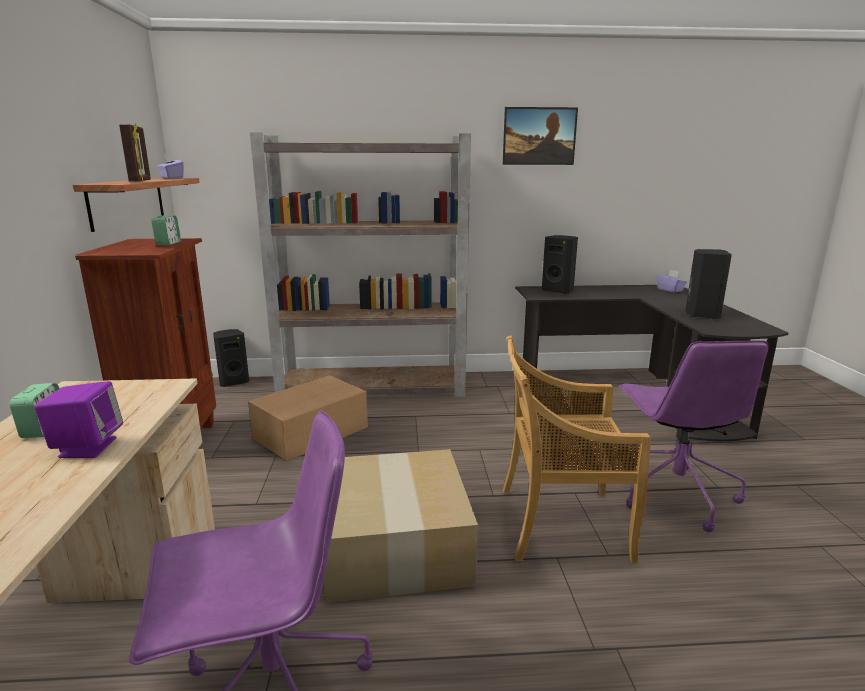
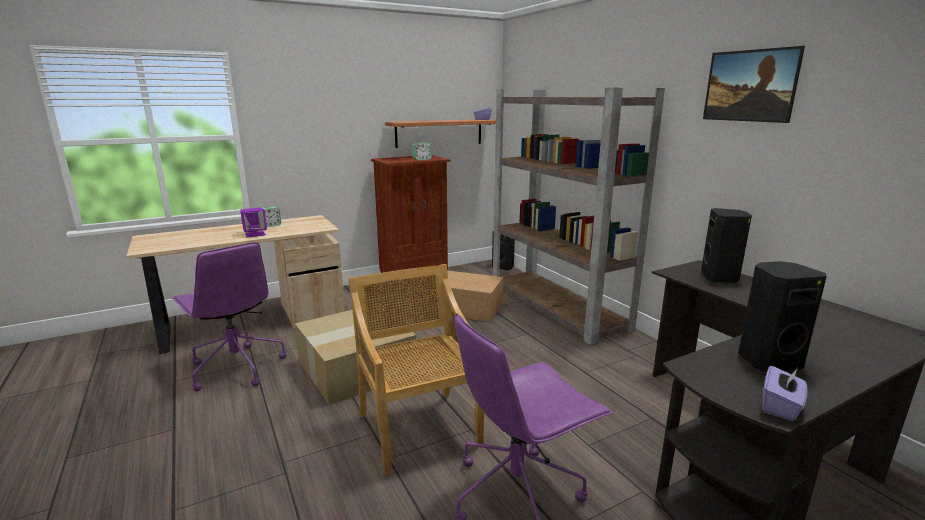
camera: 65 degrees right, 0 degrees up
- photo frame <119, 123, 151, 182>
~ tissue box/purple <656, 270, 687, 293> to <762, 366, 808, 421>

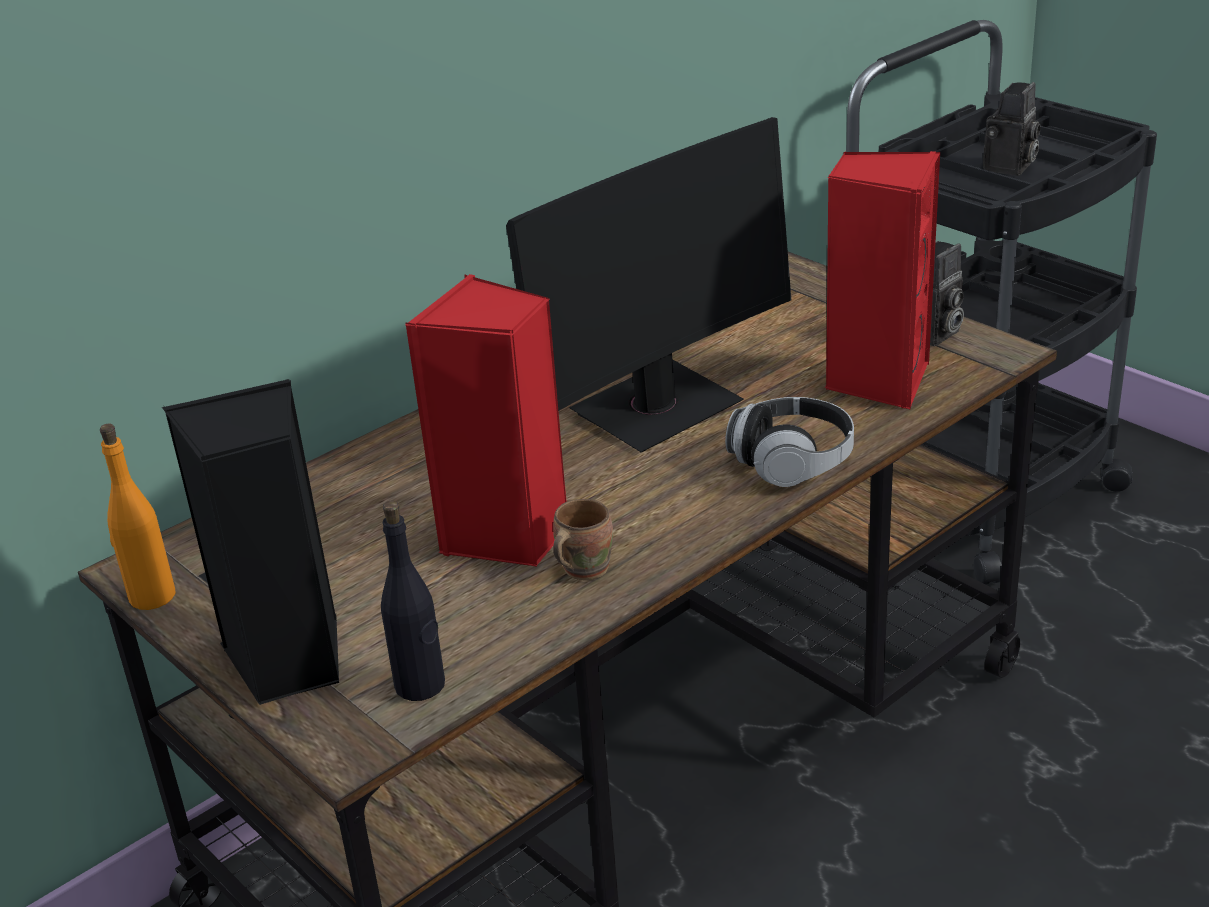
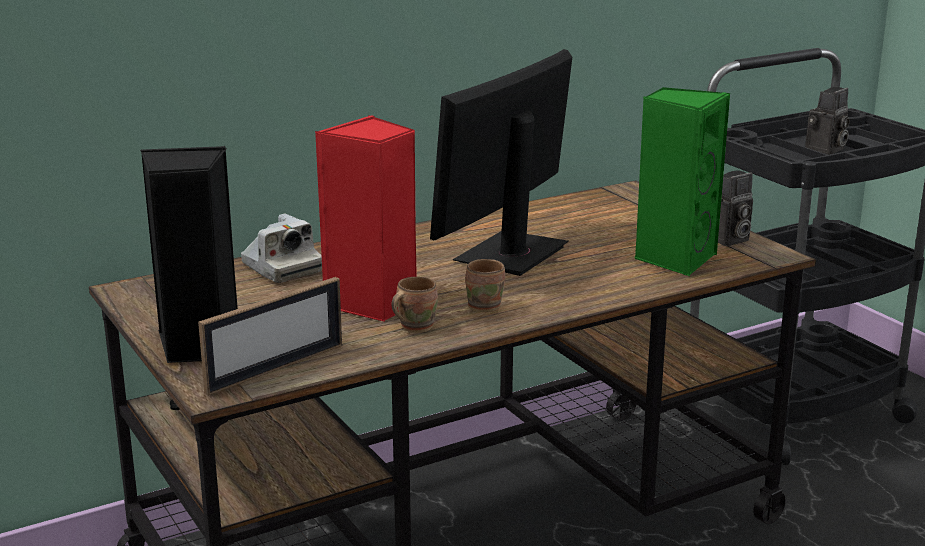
camera: 10 degrees right, 10 degrees down
- bottle/orangey <100, 424, 176, 610>
- headset <725, 397, 854, 487>
+ photo camera <241, 213, 322, 283>
+ mug/brown-coloured <465, 259, 505, 312>
~ bottle/black <381, 501, 445, 701> to photo frame <198, 277, 342, 396>
~ loudspeaker/reddish <825, 151, 940, 410> to loudspeaker/greenish <635, 87, 730, 276>
~ computer screen <506, 117, 791, 453> = <430, 49, 572, 276> 150 degrees clockwise

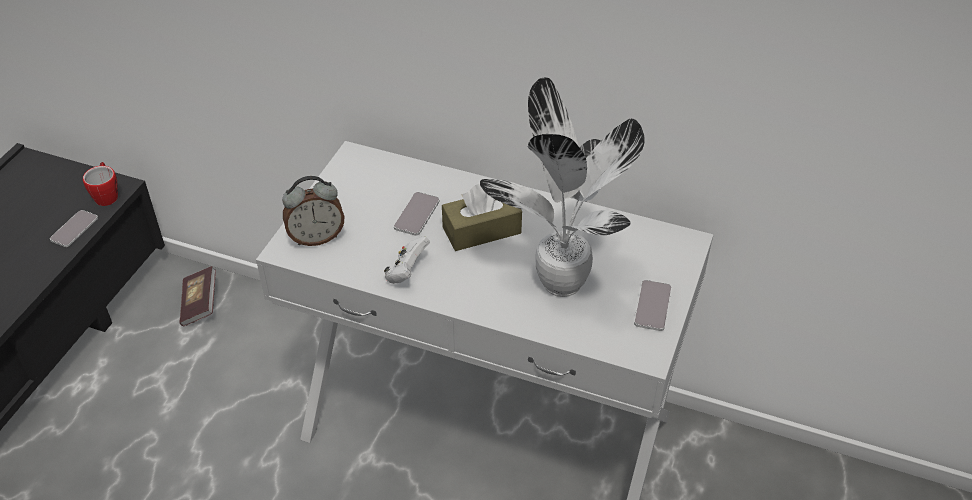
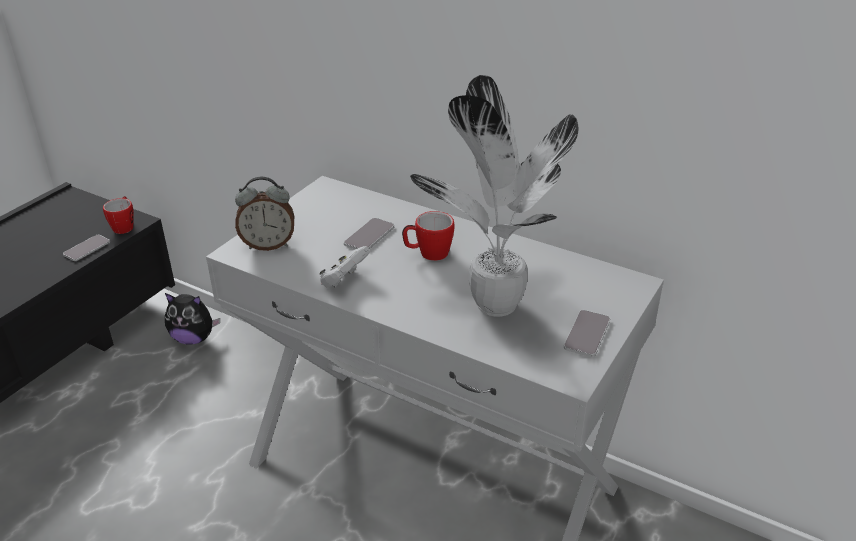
camera: 10 degrees right, 10 degrees down
~ volume <179, 266, 216, 327> to plush toy <165, 293, 220, 344>
~ tissue box/brown-coloured <442, 183, 522, 251> to mug <402, 211, 454, 261>

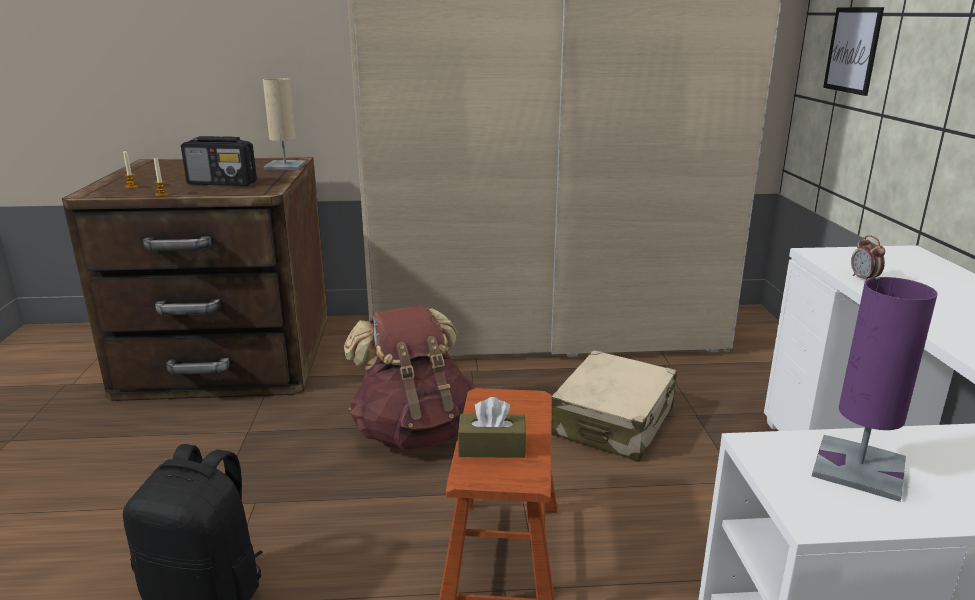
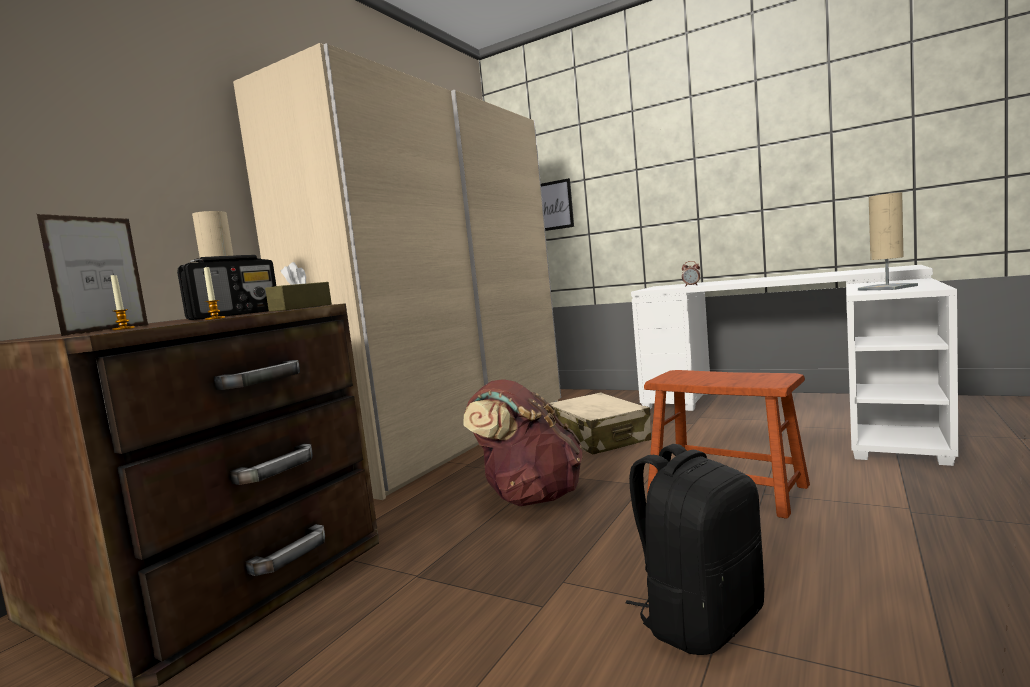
camera: 55 degrees left, 15 degrees down
+ photo frame <37, 214, 148, 336>
~ tissue box/brown-coloured <458, 397, 526, 458> to <265, 262, 332, 312>
~ lamp for a table/purple <812, 277, 938, 502> to lamp for a table/sand-coloured <858, 192, 918, 291>

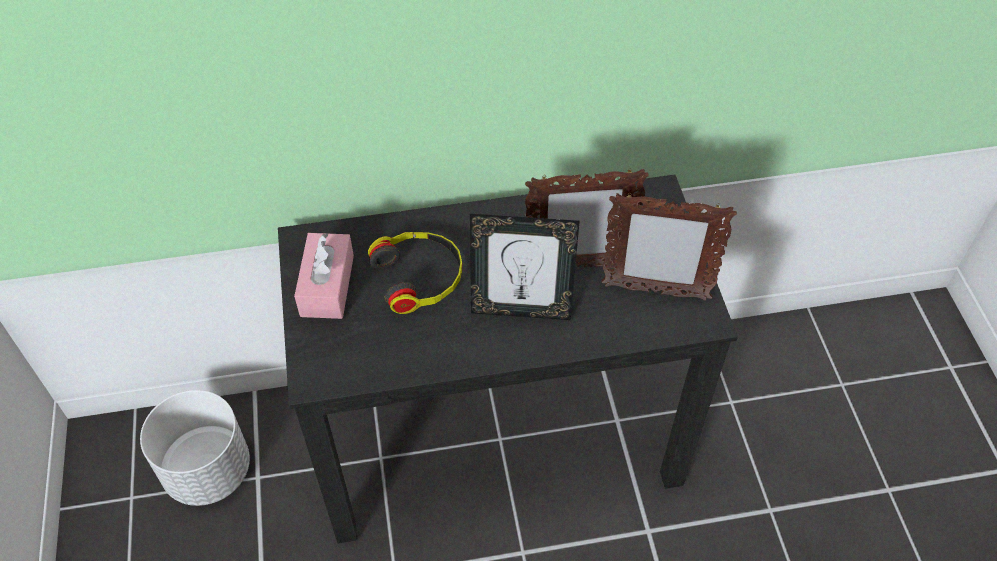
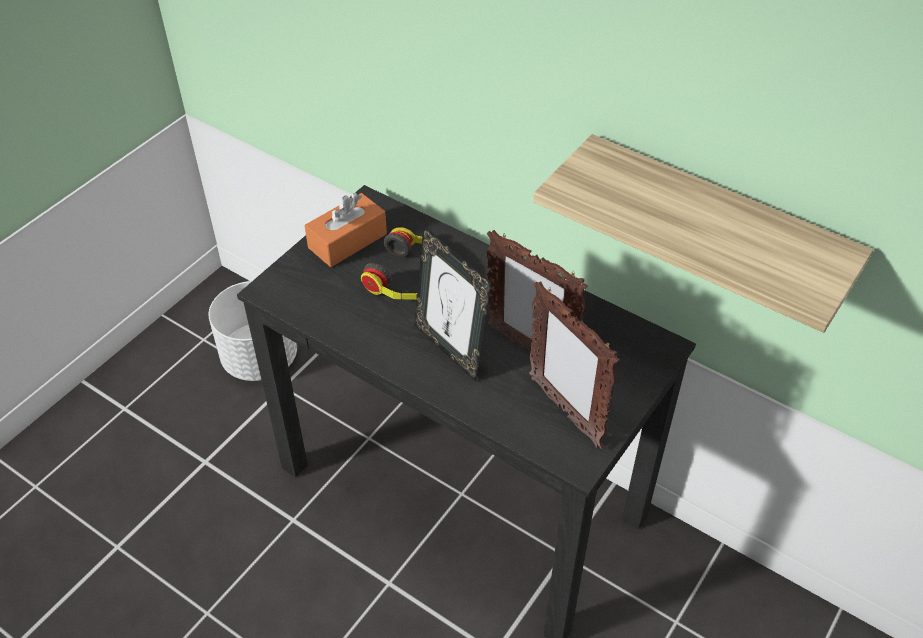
camera: 45 degrees right, 5 degrees down
+ shelf <533, 134, 873, 333>
~ tissue box/pink-coloured <294, 233, 354, 319> to tissue box/orangey <305, 193, 387, 267>

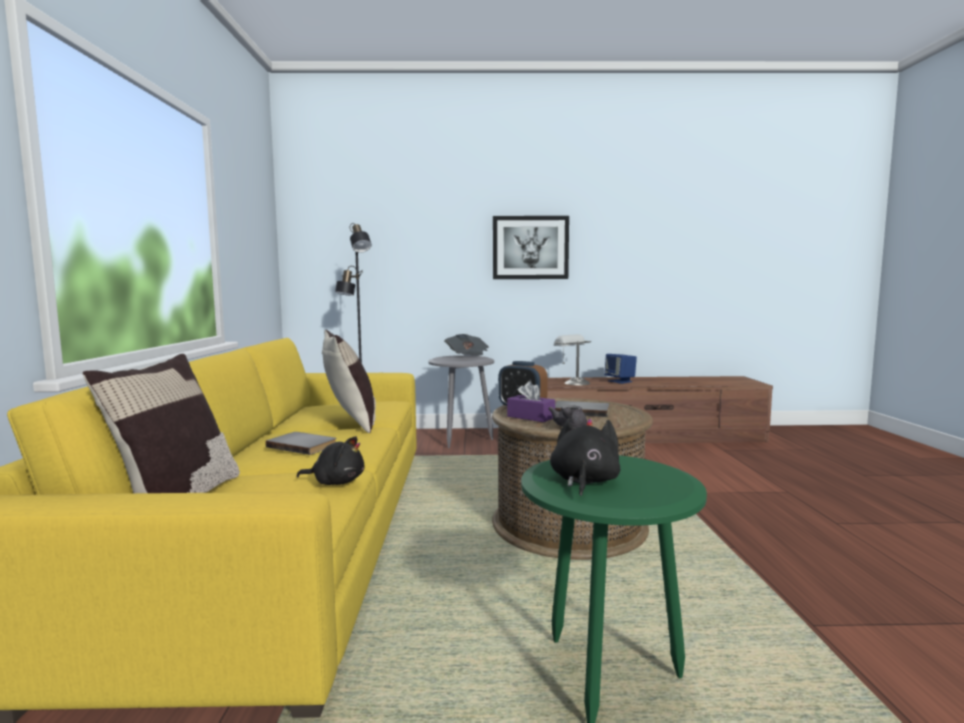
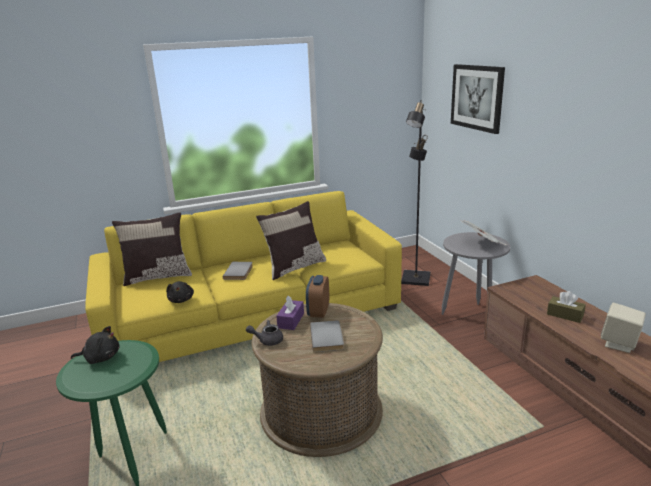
camera: 70 degrees right, 15 degrees up
~ wall picture <493, 216, 569, 279> to <451, 64, 505, 134>
~ lamp for a table/whitish <553, 334, 591, 386> to tissue box/brown-coloured <547, 291, 586, 323>
~ loudspeaker/bluish <604, 354, 637, 384> to loudspeaker/sand-coloured <601, 303, 646, 353>

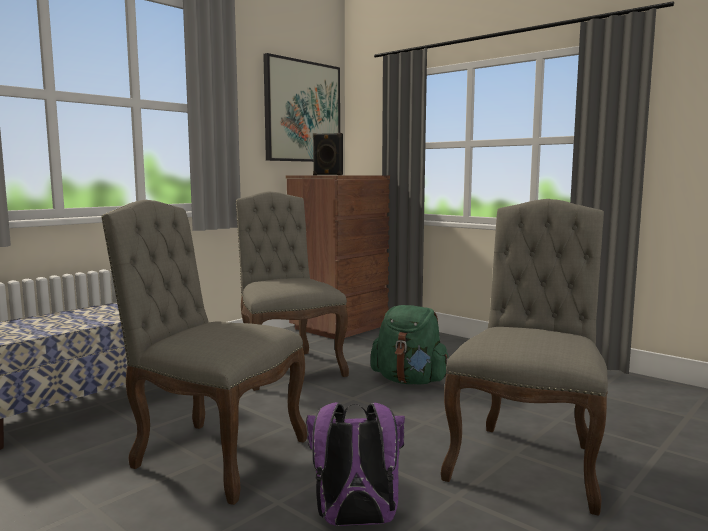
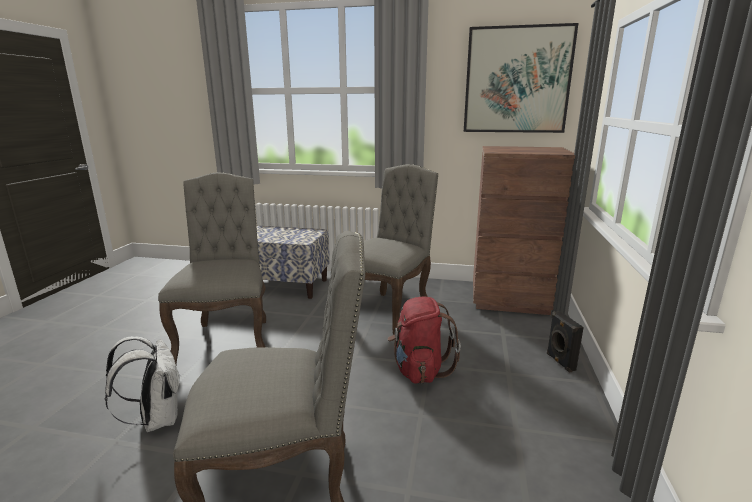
camera: 60 degrees right, 10 degrees up
~ loudspeaker/black <313, 133, 343, 175> to <547, 311, 584, 373>
~ rucksack/purple <306, 402, 405, 526> to rucksack/whitish <105, 336, 180, 432>
~ rucksack/greenish <371, 305, 448, 385> to rucksack/reddish <388, 296, 461, 384>

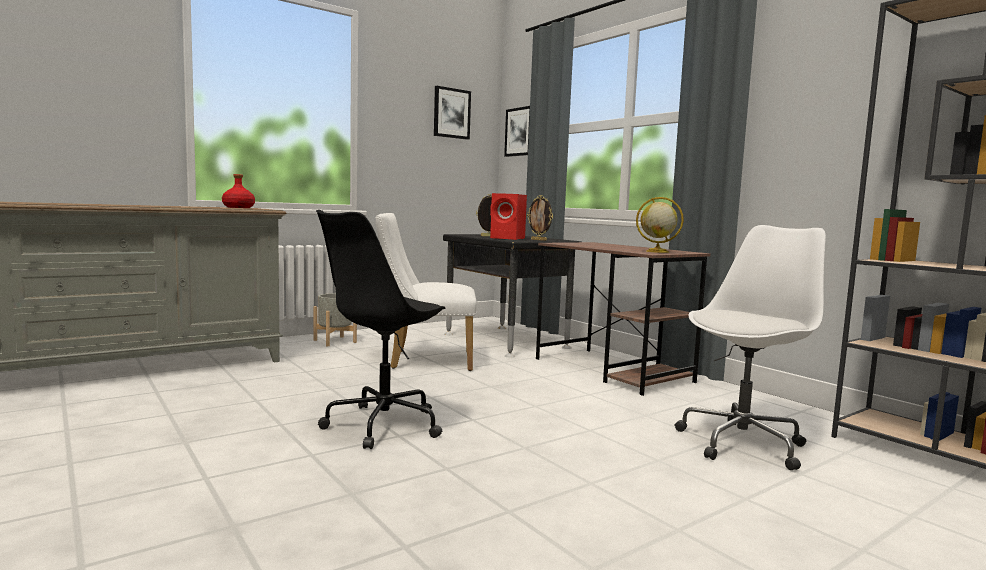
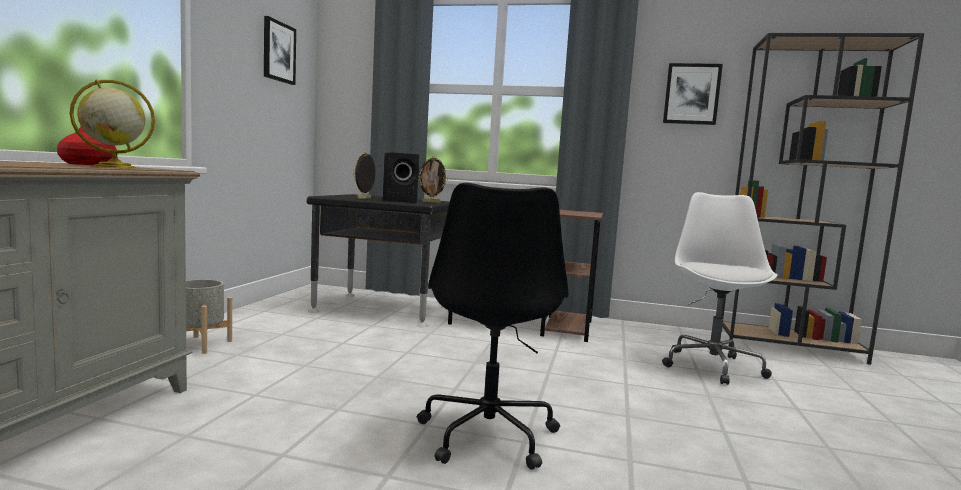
camera: 40 degrees left, 0 degrees up
- plain chair/whitish <376, 213, 477, 371>
~ wall picture <504, 106, 530, 157> to <663, 63, 723, 125>
~ desk globe <636, 197, 684, 253> to <70, 80, 155, 169>
~ loudspeaker/reddish <490, 193, 527, 240> to loudspeaker/black <383, 152, 419, 203>

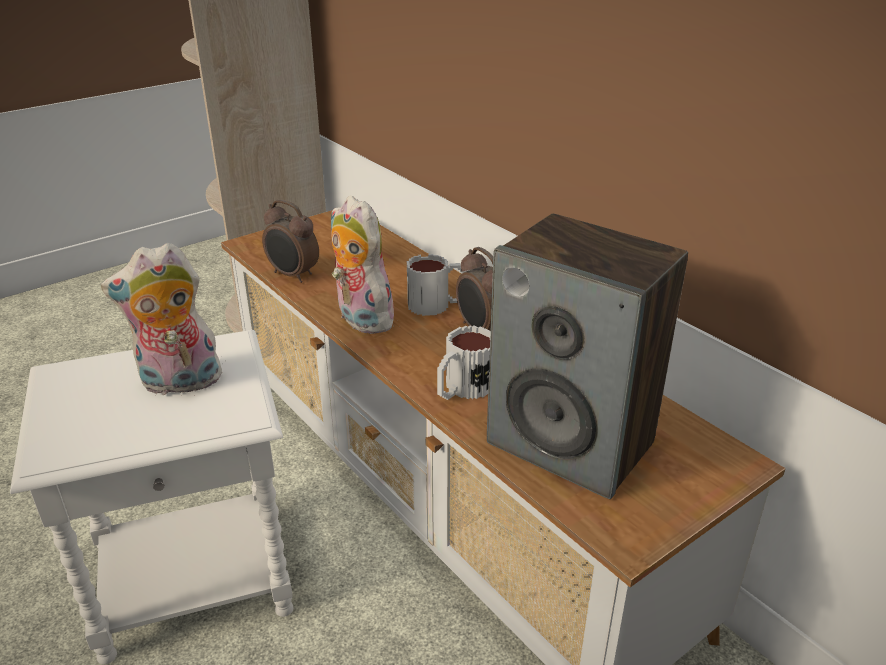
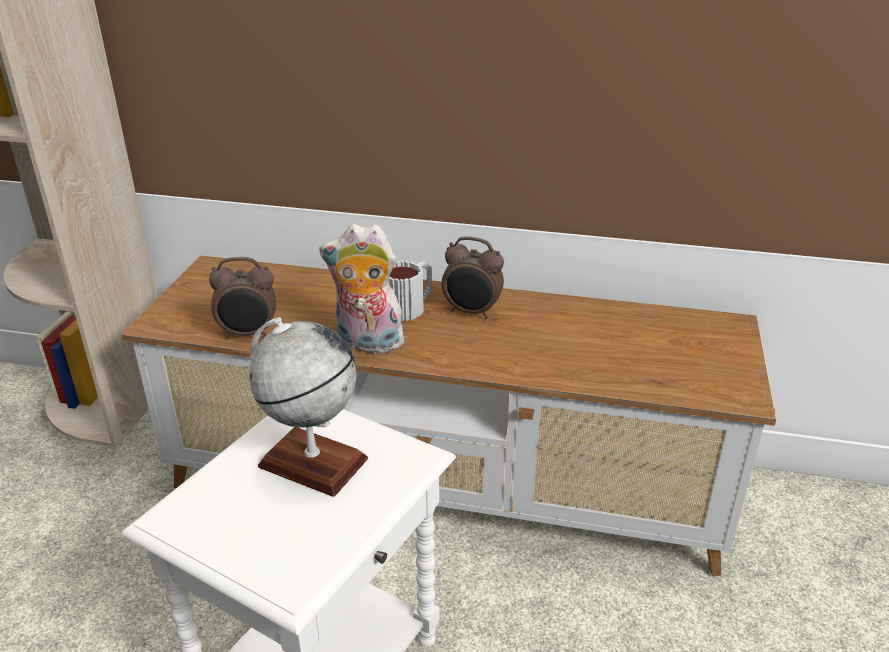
camera: 40 degrees left, 0 degrees up
- mug <437, 326, 491, 400>
- loudspeaker <487, 214, 688, 499>
~ plush toy <101, 243, 224, 396> to desk globe <249, 317, 368, 497>

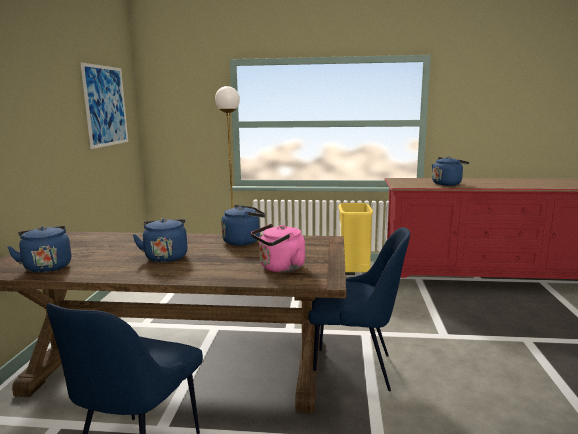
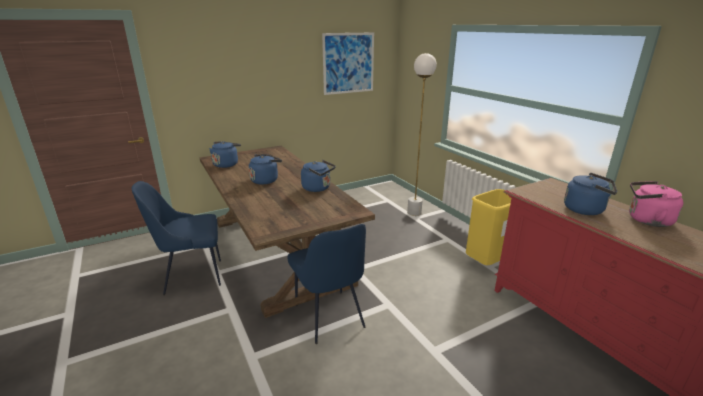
camera: 55 degrees right, 10 degrees up
~ kettle/pink-coloured <251, 224, 305, 273> to <629, 181, 683, 227>

